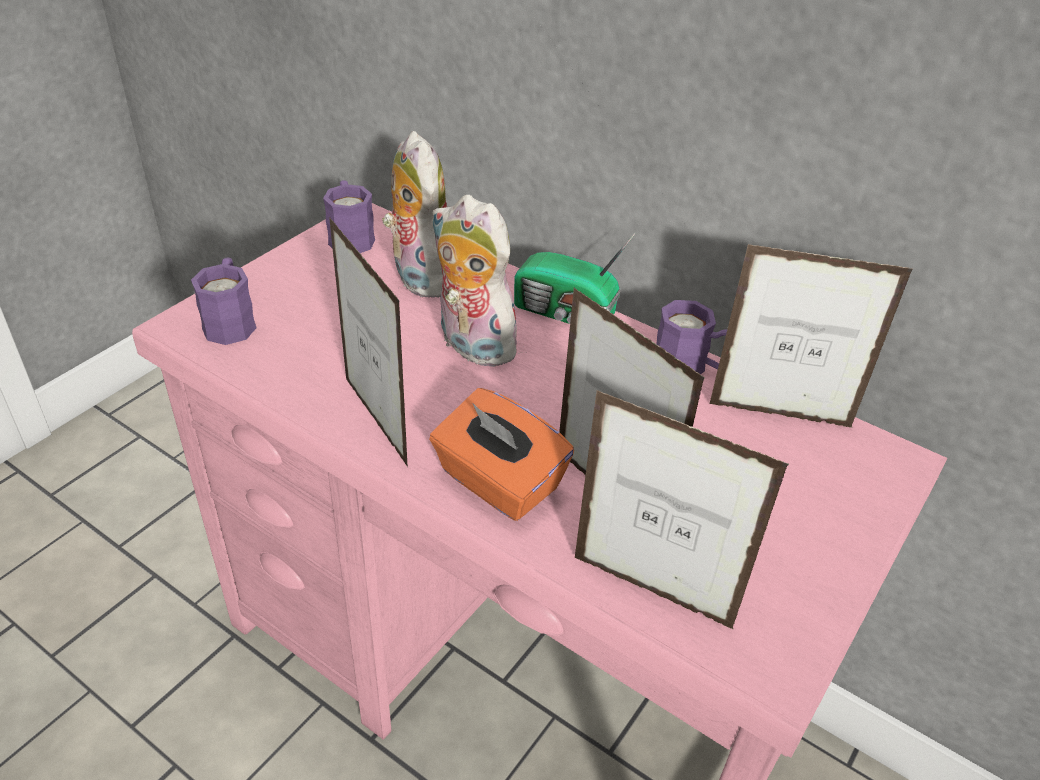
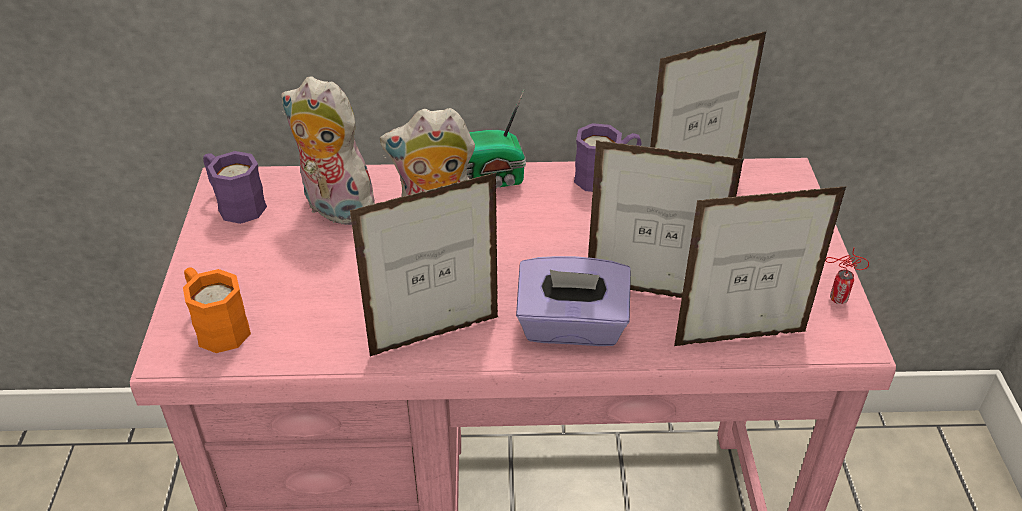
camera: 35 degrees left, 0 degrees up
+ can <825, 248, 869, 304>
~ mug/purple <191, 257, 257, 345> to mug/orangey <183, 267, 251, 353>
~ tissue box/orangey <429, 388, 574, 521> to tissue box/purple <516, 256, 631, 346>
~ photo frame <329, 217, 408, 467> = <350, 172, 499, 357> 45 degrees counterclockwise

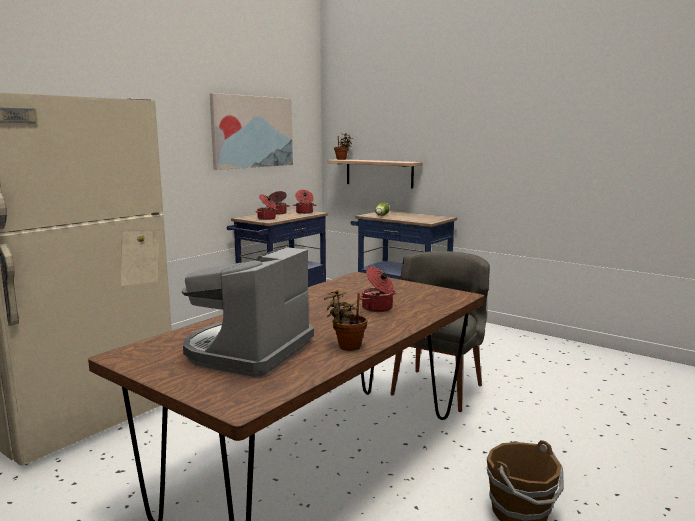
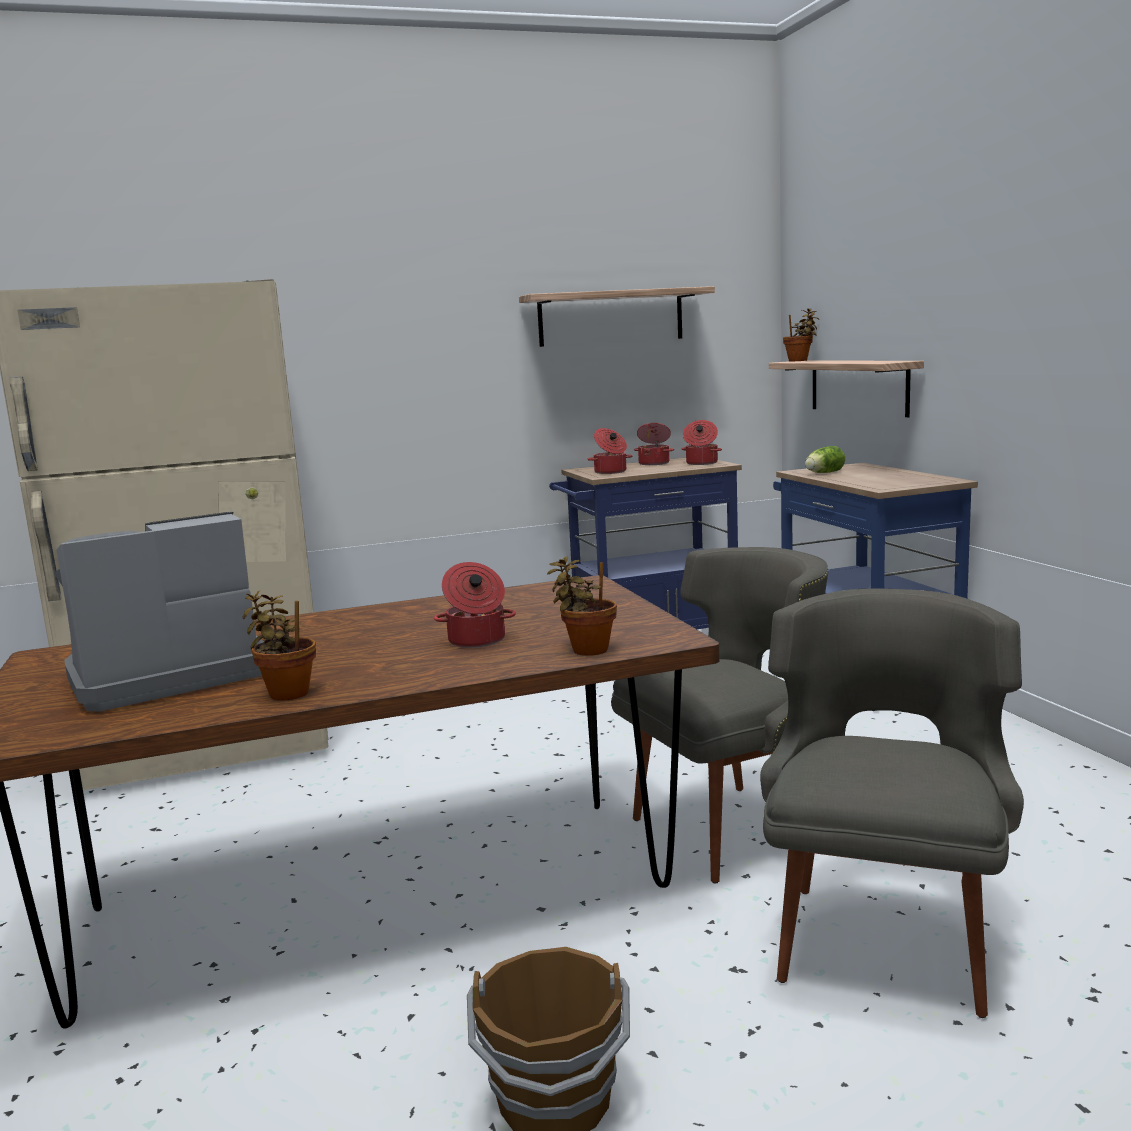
camera: 35 degrees right, 0 degrees up
+ potted plant <547, 556, 617, 656>
+ plain chair/gray <760, 588, 1024, 1018>
~ wall picture <210, 93, 293, 170> to shelf <519, 286, 715, 347>

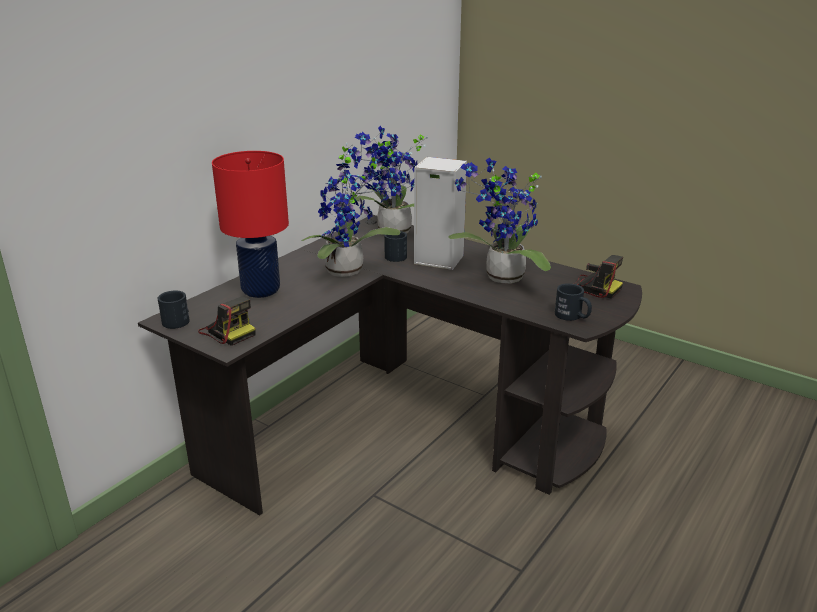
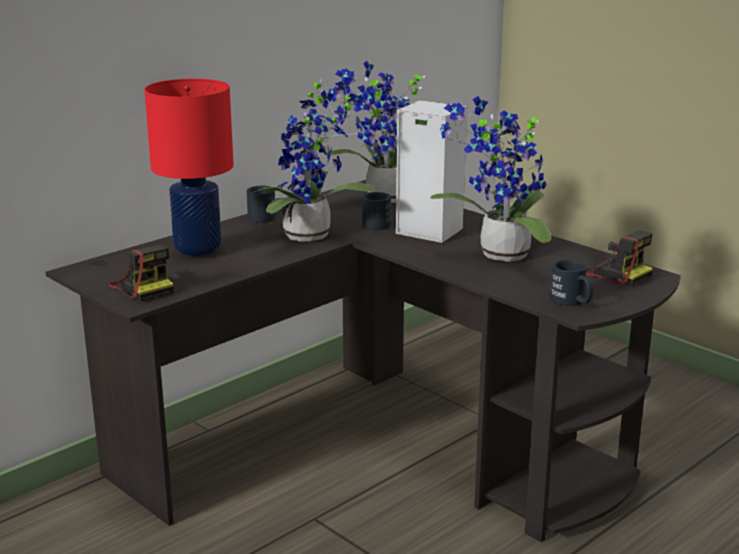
camera: 10 degrees right, 5 degrees down
~ mug/black <157, 291, 190, 329> to <246, 186, 276, 223>

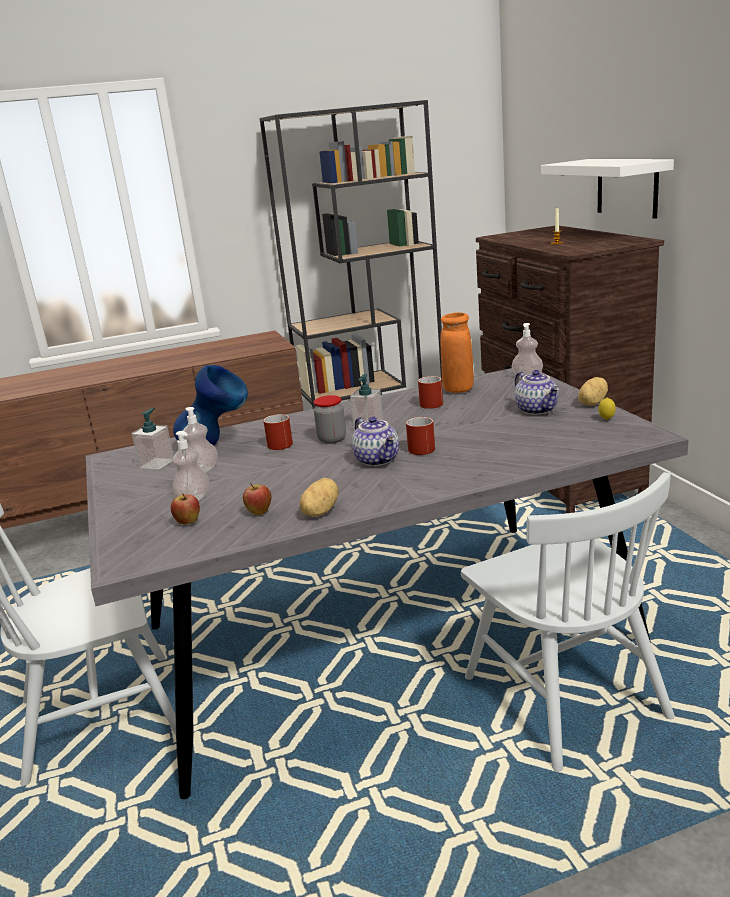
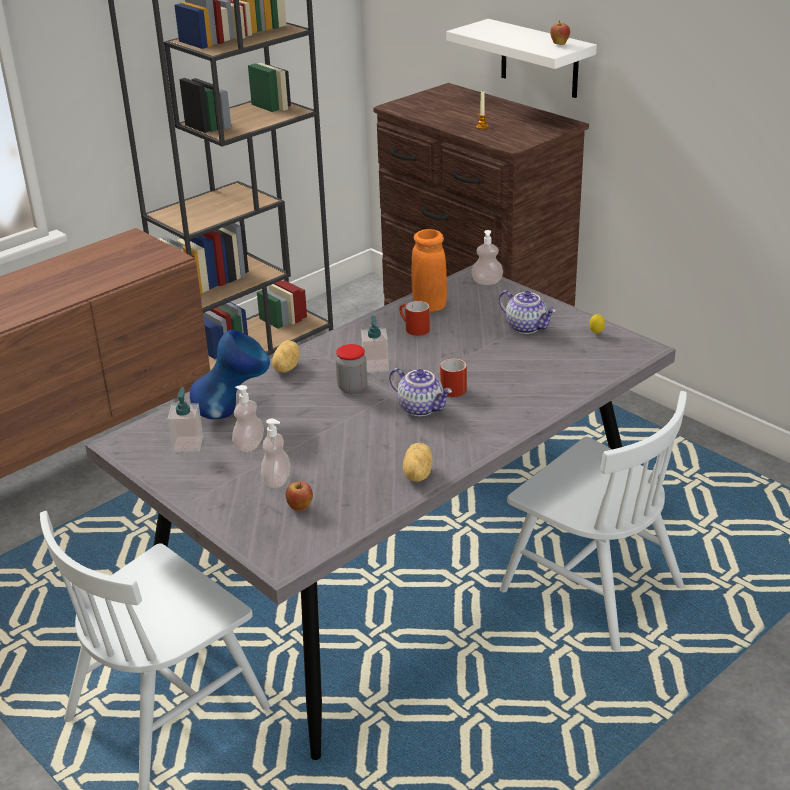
camera: 25 degrees left, 10 degrees up
- mug/reddish <263, 414, 293, 450>
~ apple <243, 483, 271, 515> to <550, 21, 570, 45>
~ potato <578, 377, 608, 406> to <272, 340, 300, 373>

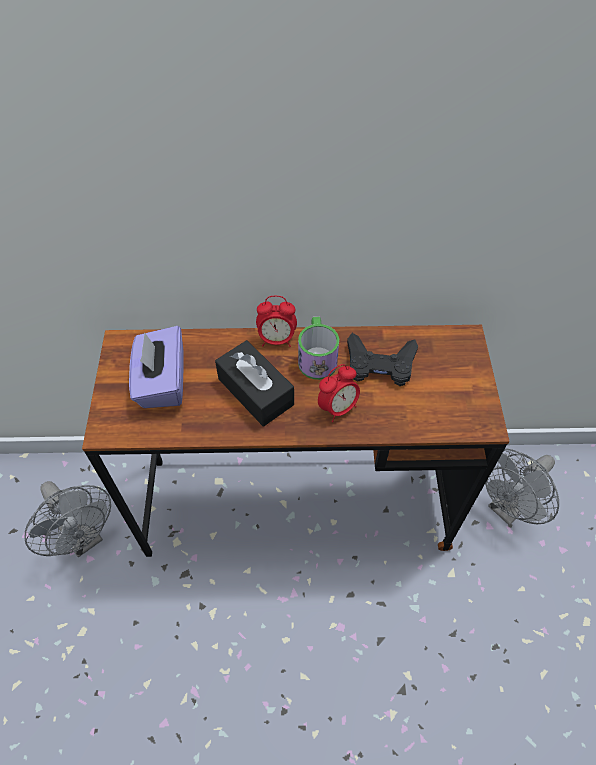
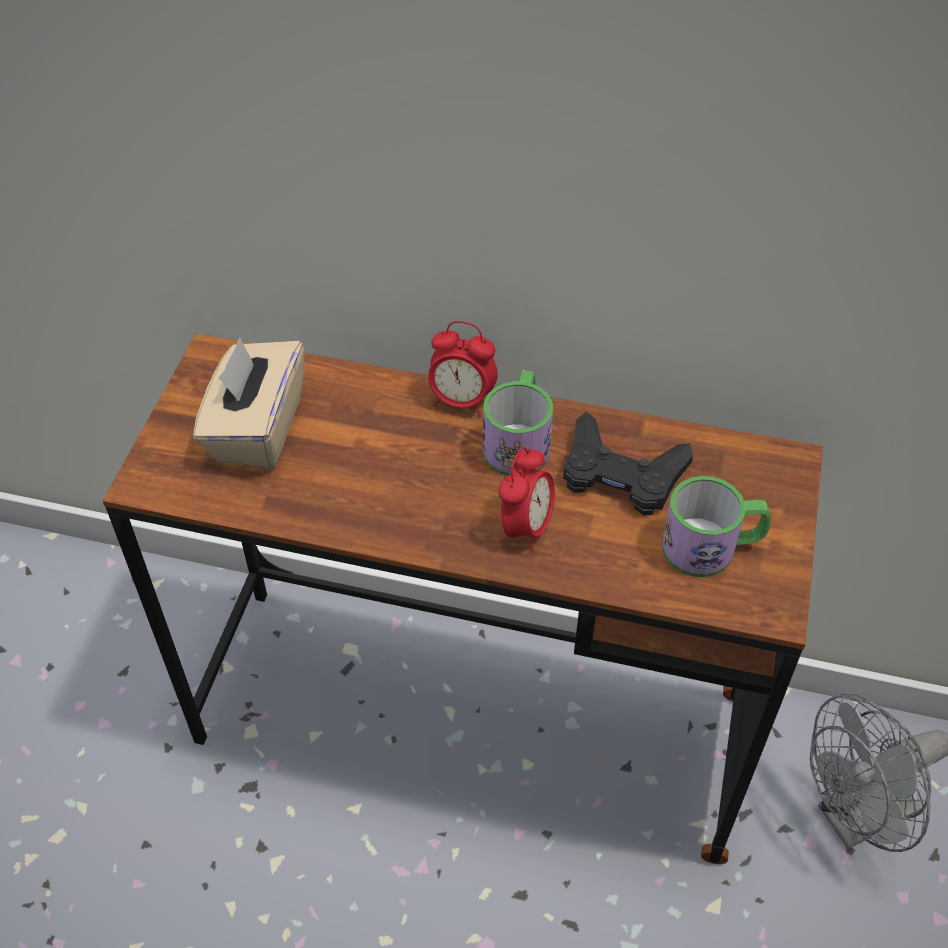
camera: 15 degrees right, 5 degrees down
- electric fan/gray <24, 481, 111, 557>
- tissue box/black <215, 340, 294, 426>
+ mug <662, 476, 771, 577>
~ tissue box/purple <129, 326, 184, 408> to tissue box/sand-coloured <193, 337, 304, 469>
~ alarm clock <318, 364, 360, 422> = <498, 447, 555, 551> 45 degrees counterclockwise

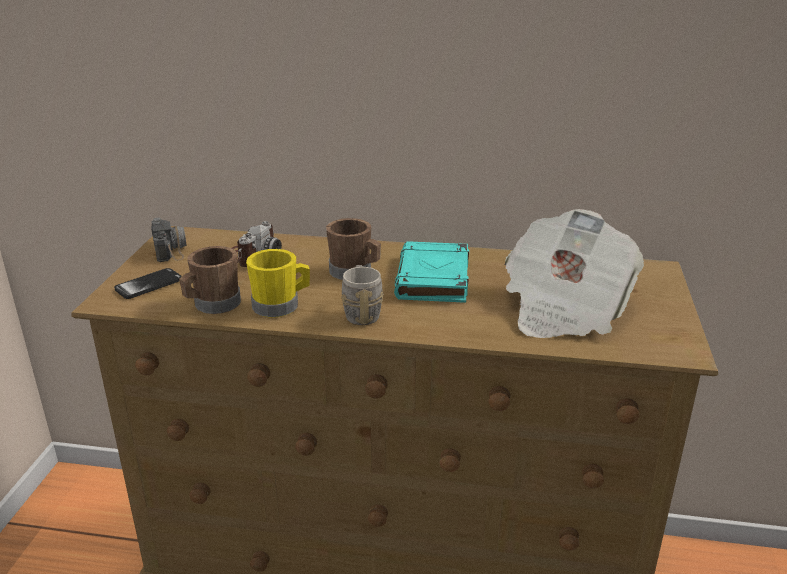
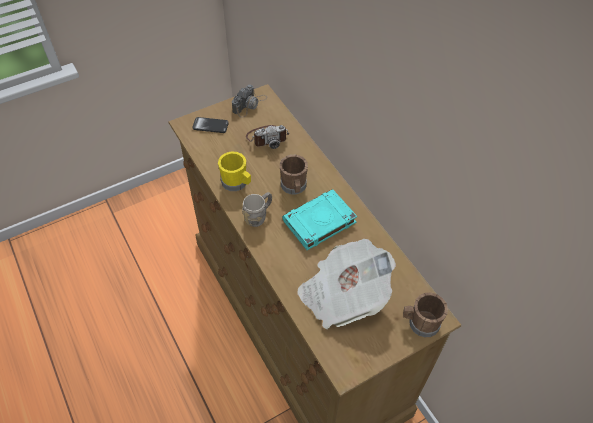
camera: 50 degrees right, 25 degrees up
~ mug/brown-coloured <179, 246, 241, 314> to <403, 292, 448, 337>

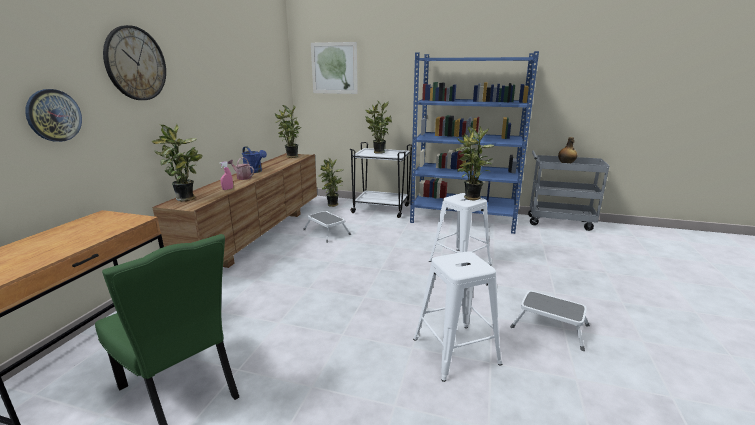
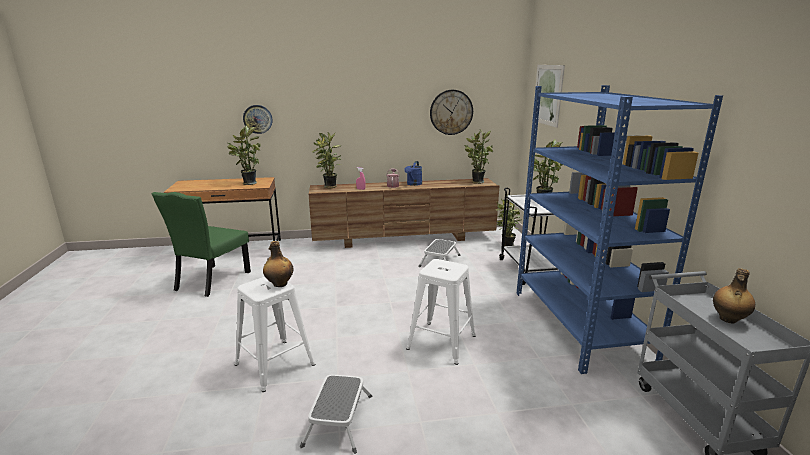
camera: 65 degrees right, 0 degrees up
+ bottle <263, 241, 294, 287>
~ clock on the wall <103, 25, 166, 100> to <430, 90, 473, 135>
~ potted plant <454, 127, 494, 201> to <227, 125, 261, 185>

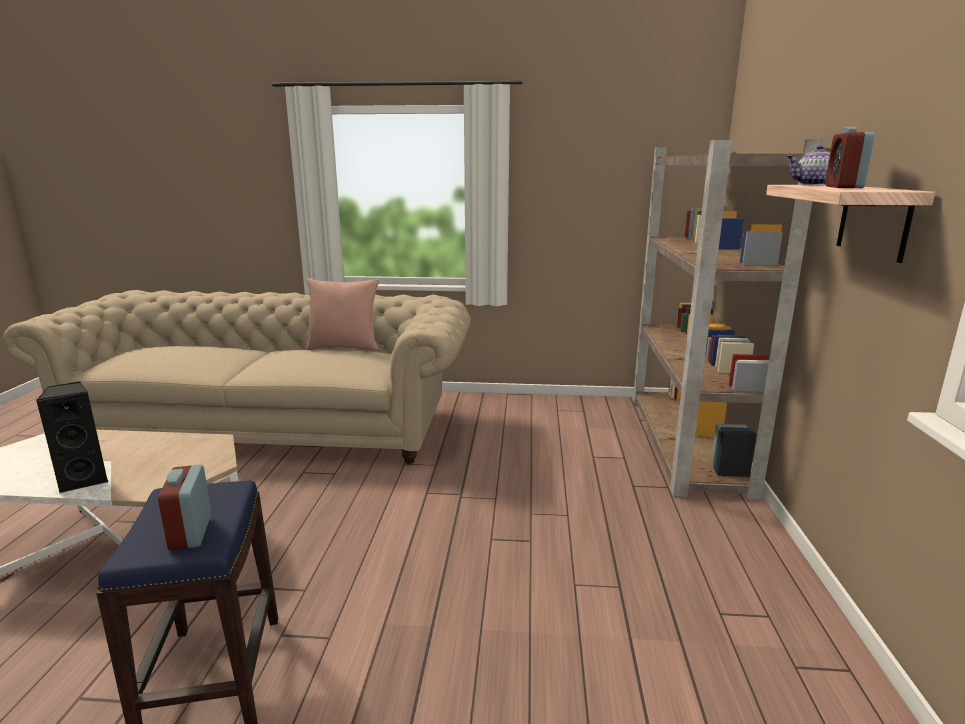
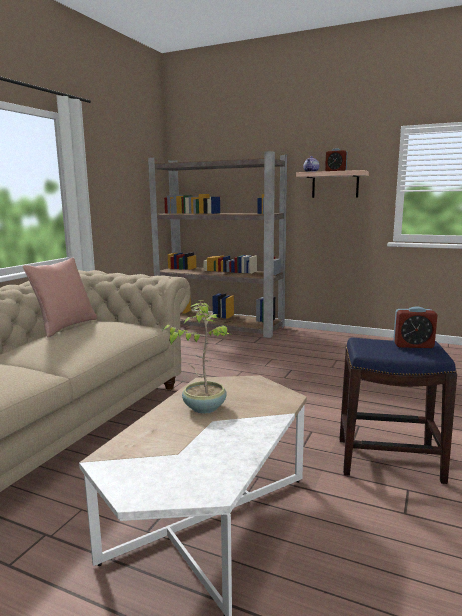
camera: 70 degrees left, 5 degrees down
- loudspeaker/black <36, 382, 108, 493>
+ potted plant <163, 300, 233, 413>

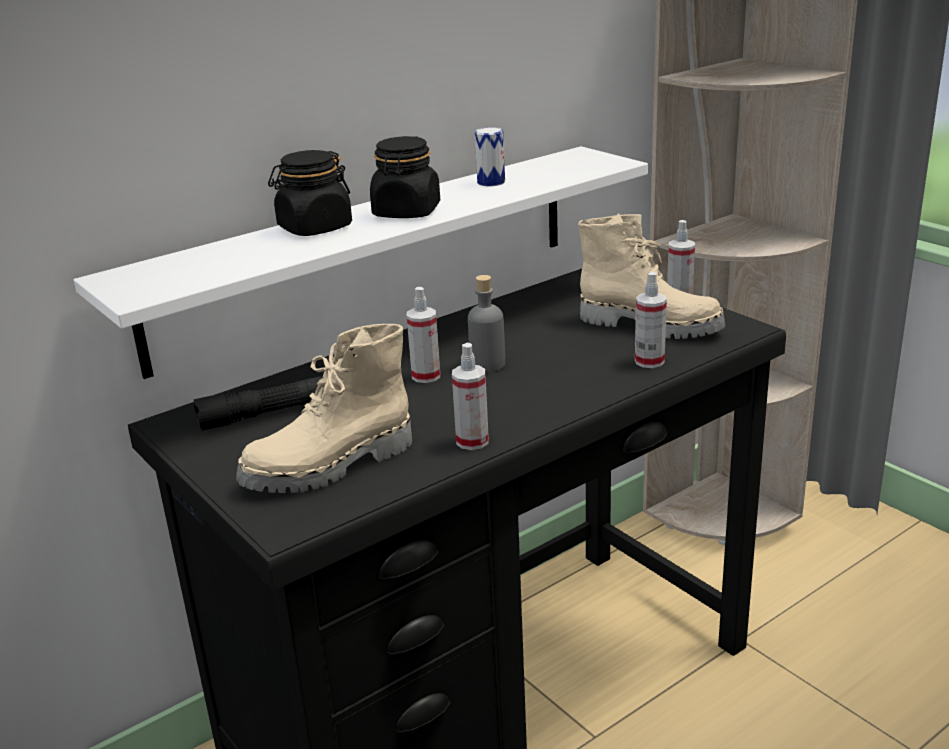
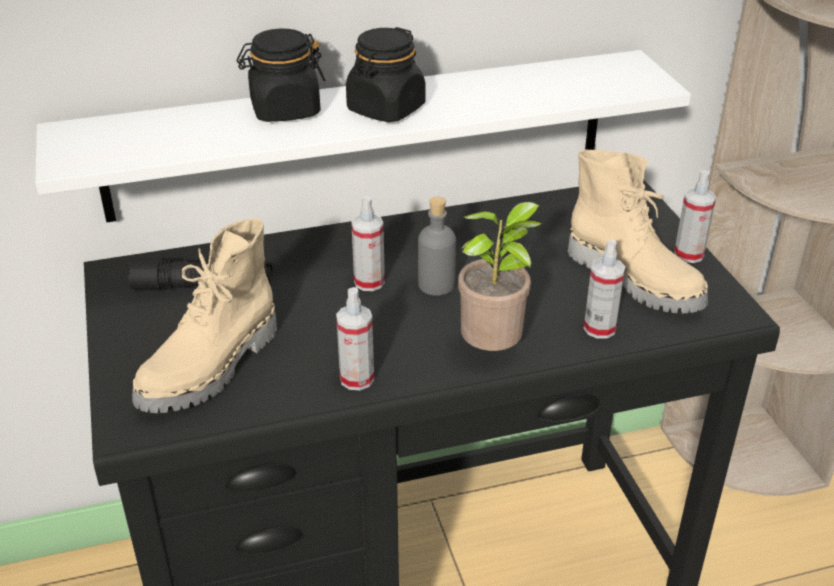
camera: 20 degrees right, 10 degrees up
- can <475, 127, 505, 187>
+ potted plant <458, 202, 542, 351>
~ high-top boot/sand-coloured <236, 324, 413, 493> = <132, 218, 277, 413> 45 degrees counterclockwise

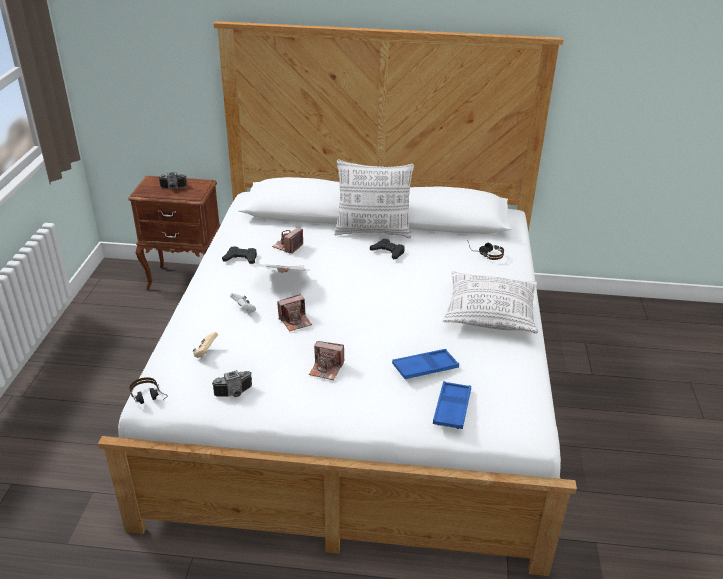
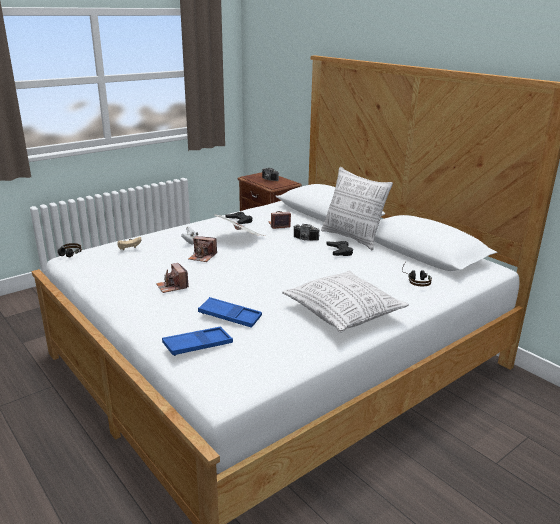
camera: 45 degrees right, 10 degrees down
~ photo camera <212, 370, 252, 397> to <294, 224, 319, 241>

